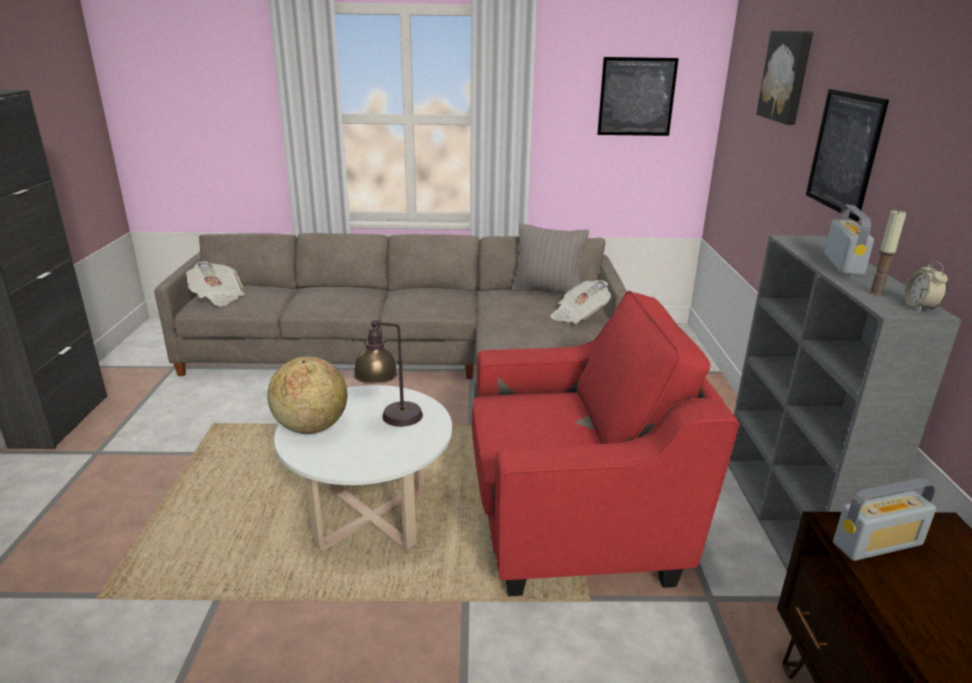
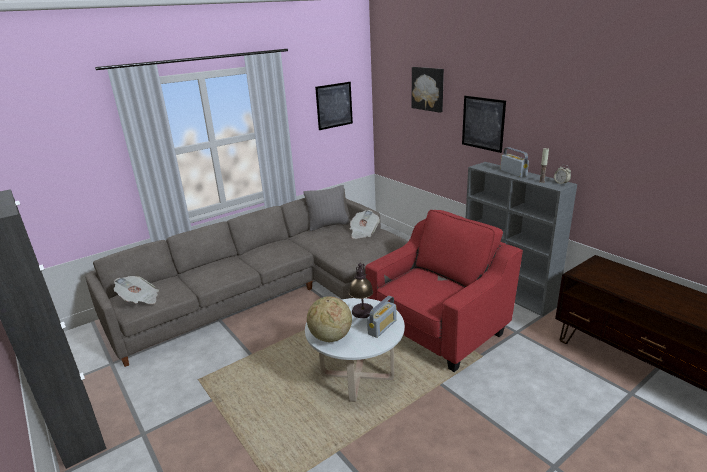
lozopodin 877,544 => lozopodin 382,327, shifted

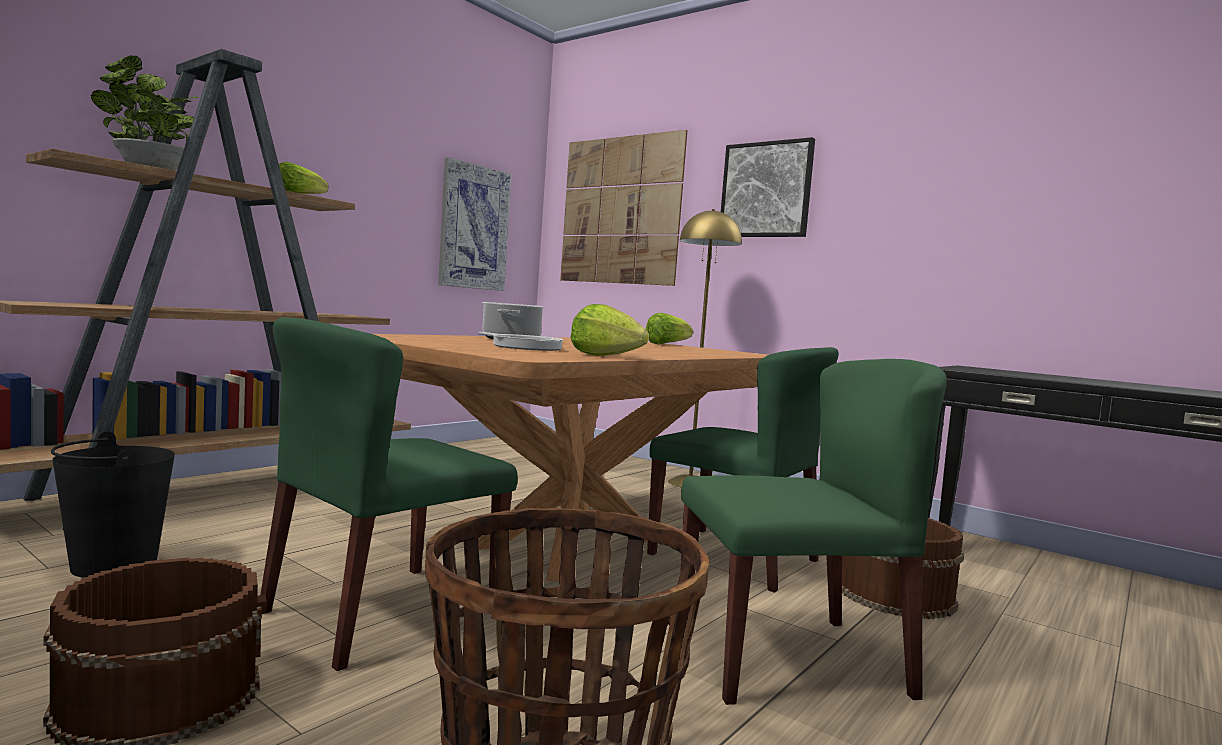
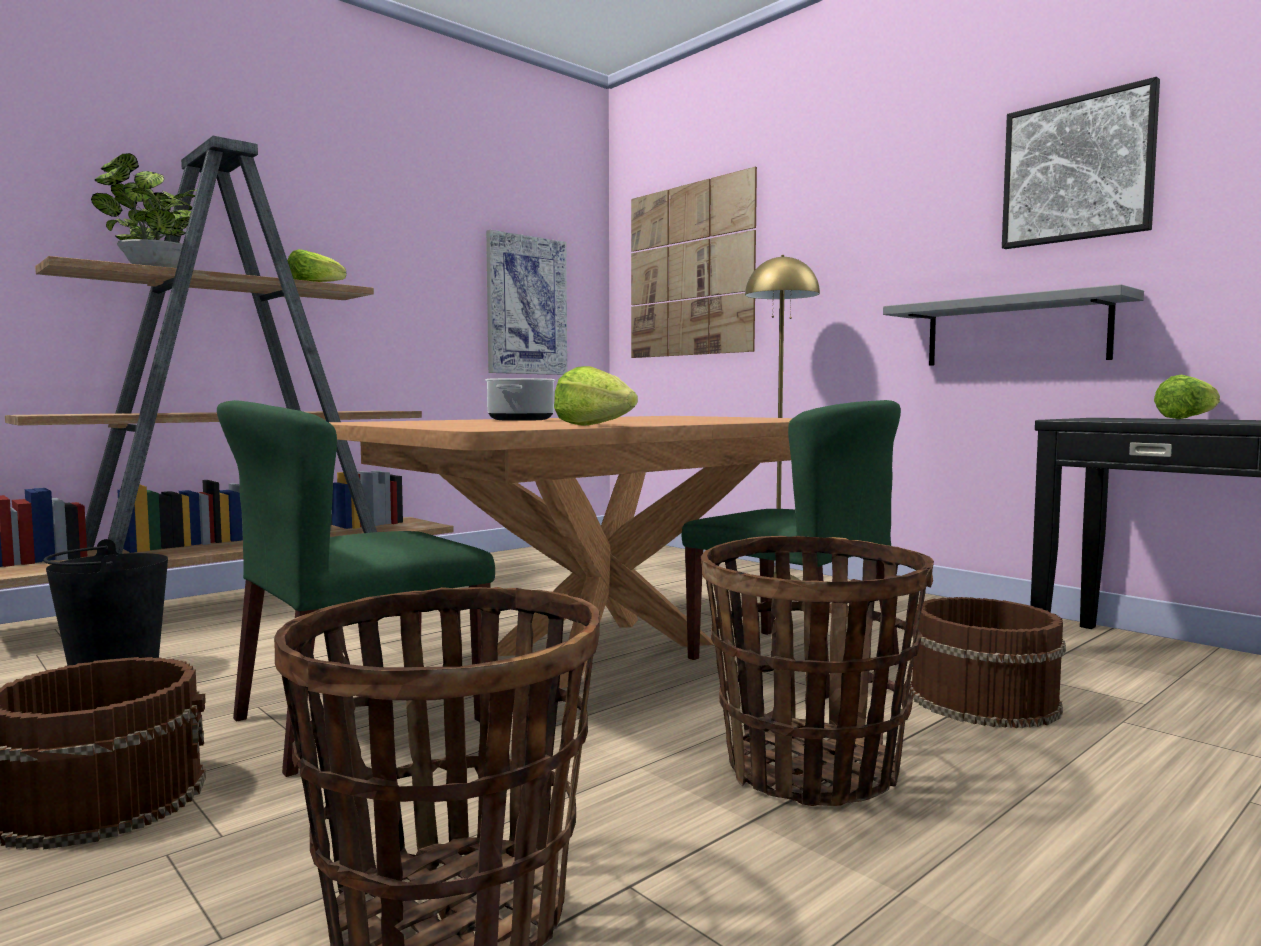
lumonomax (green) 791,658 => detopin 811,770
nothing => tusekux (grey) 1015,332
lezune 766,190 => lezune 1077,170, shifted
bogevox 666,344 => bogevox 1187,419, shifted
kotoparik 524,347 => nothing

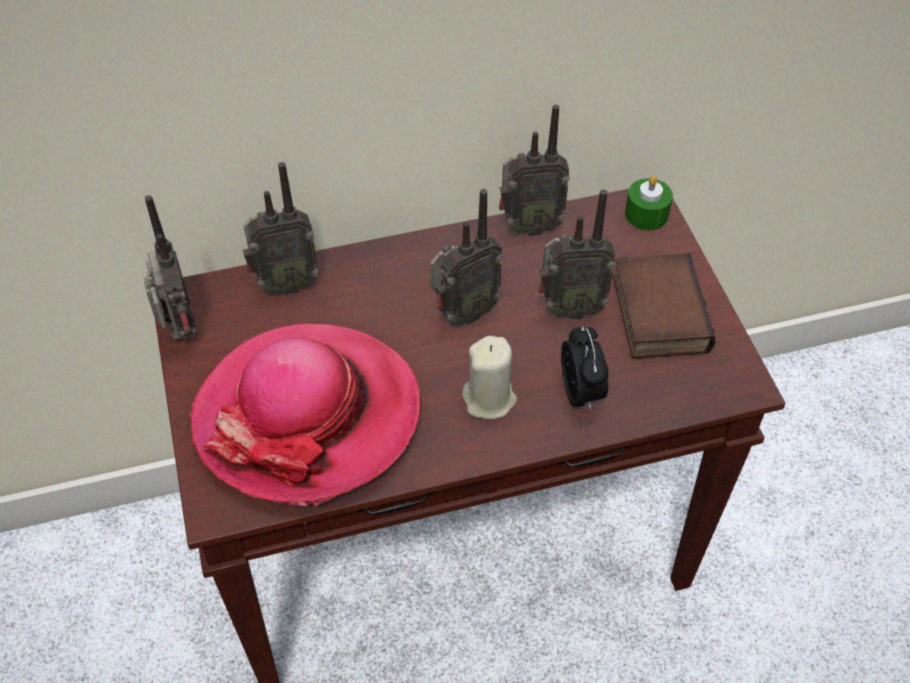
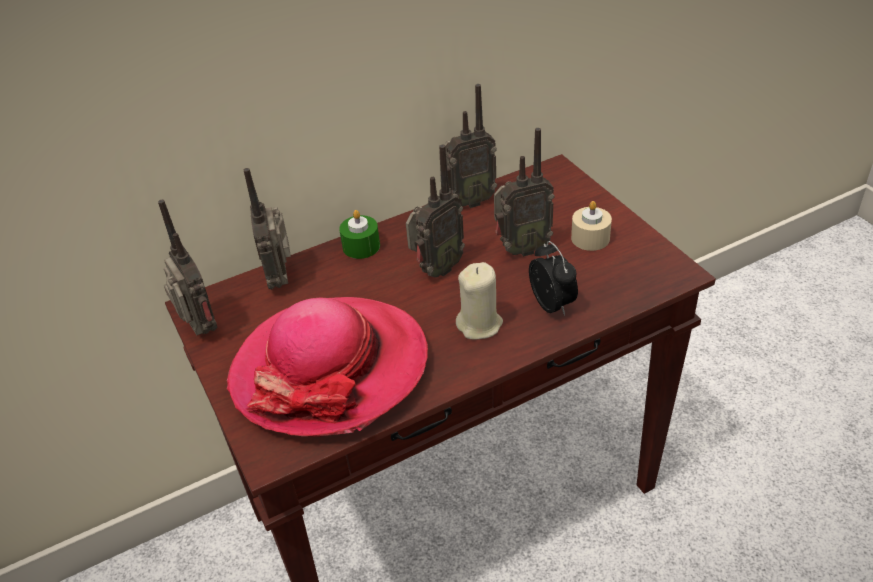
lozopodin 285,283 => lozopodin 281,279, 105 degrees clockwise
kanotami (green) 646,214 => kanotami (green) 361,246, shifted
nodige 656,312 => kanotami (beige) 590,238

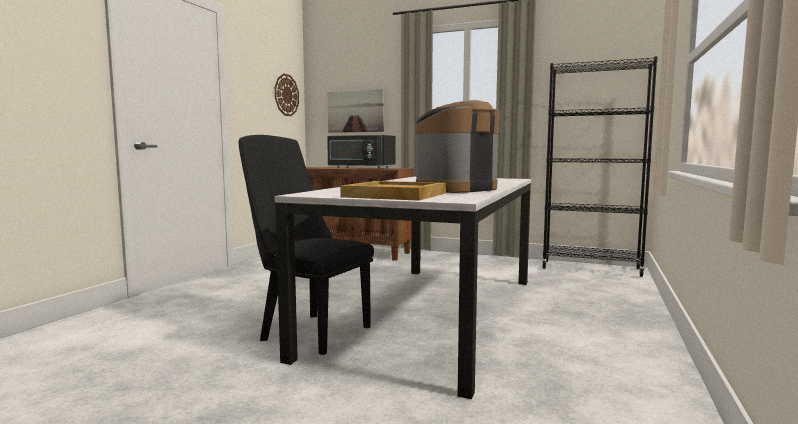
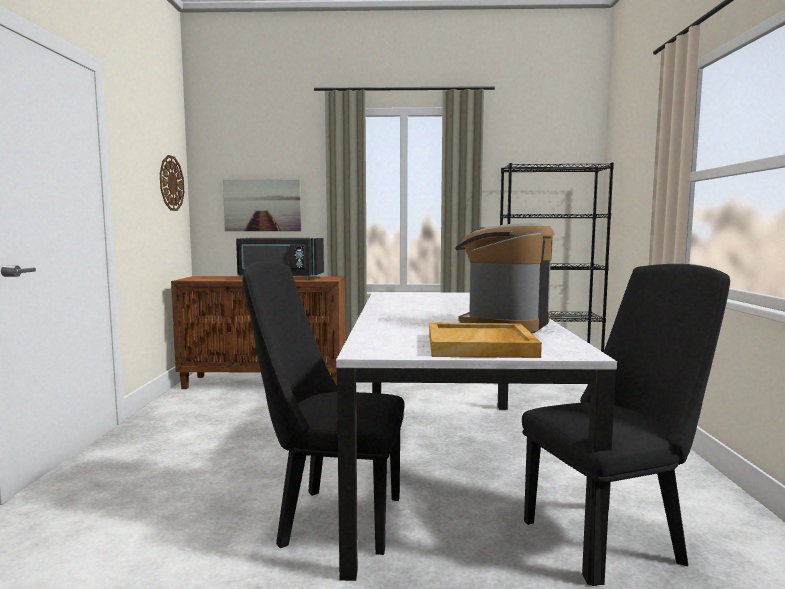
nothing => lumonomax (black) 611,538

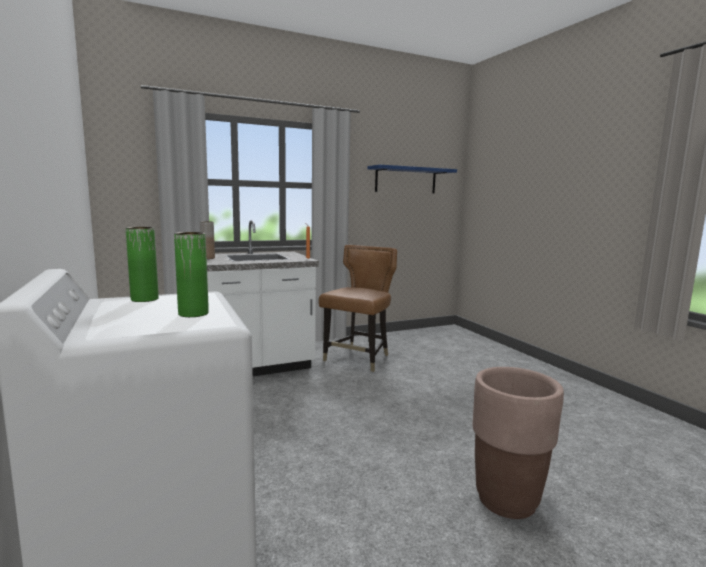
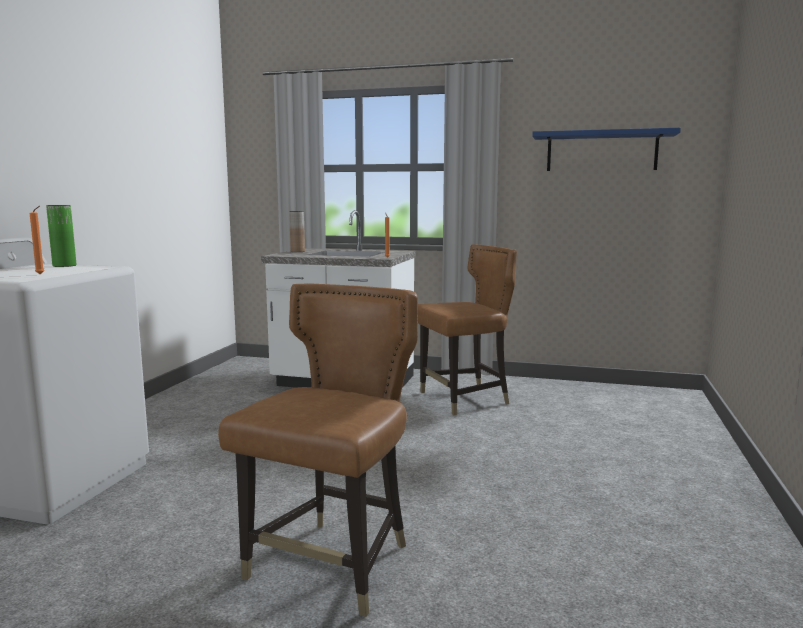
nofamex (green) 193,313 => kanotami (orange) 41,274
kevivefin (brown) 506,500 => lumonomax (brown) 333,565

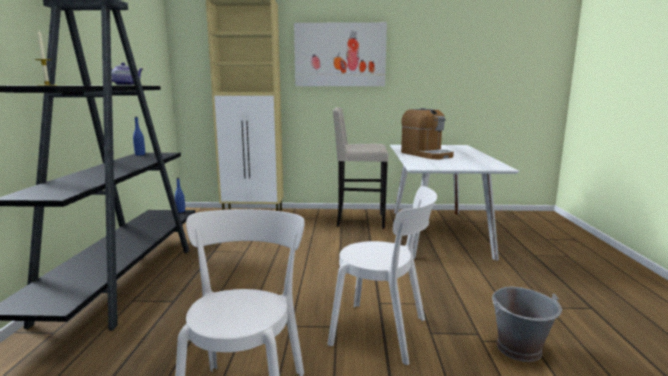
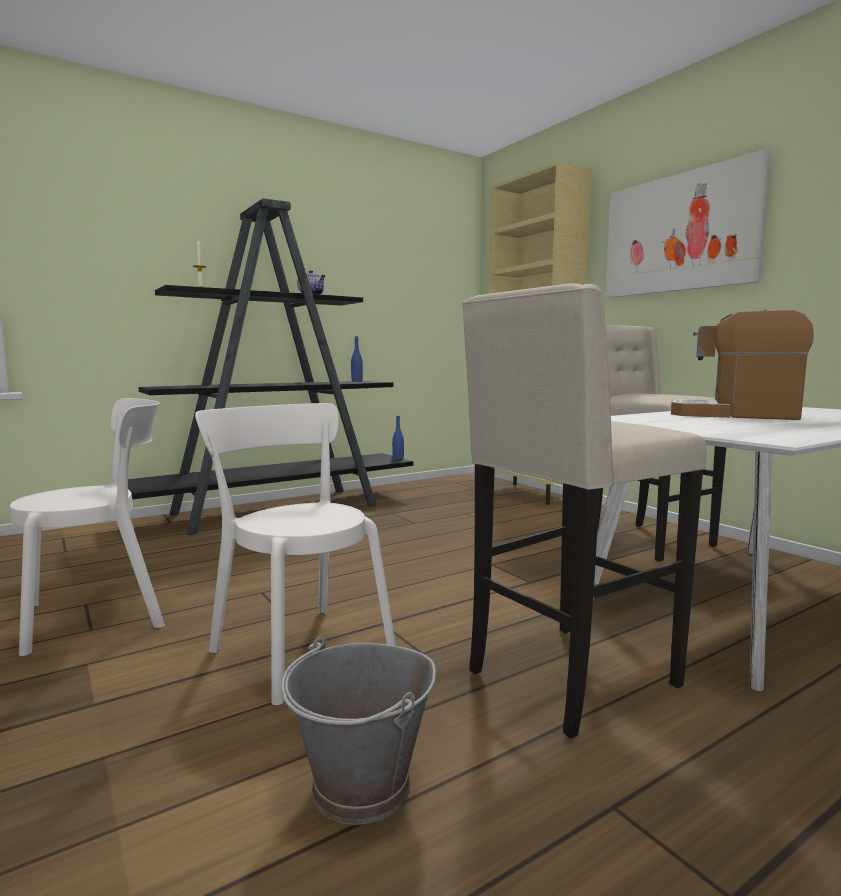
lumonomax (white) 383,332 => lumonomax (white) 298,647, 150 degrees clockwise
nothing => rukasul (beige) 567,679
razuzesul 426,154 => razuzesul 734,415, 90 degrees clockwise

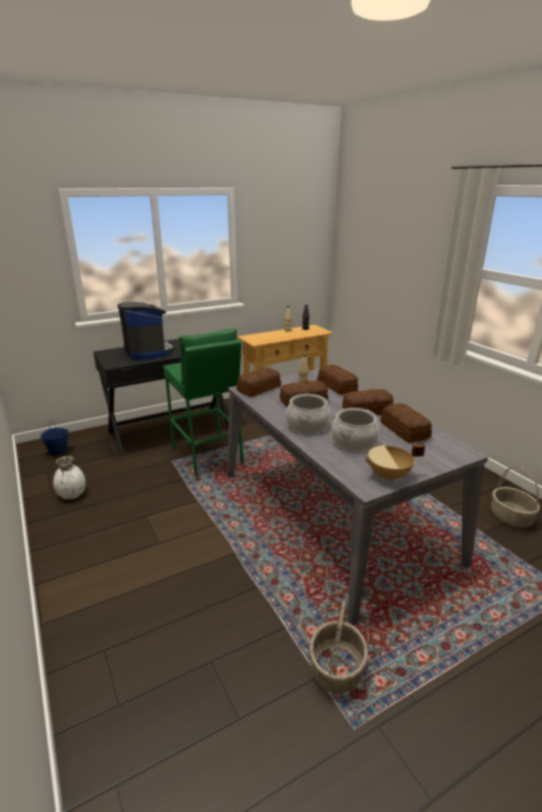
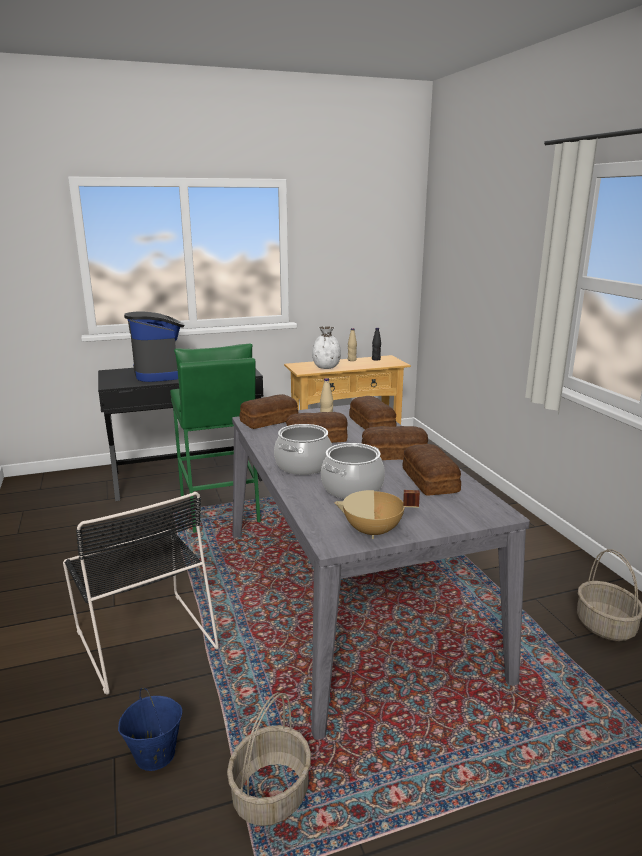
nothing => lumonomax (black) 144,636
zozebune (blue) 58,451 => zozebune (blue) 154,755, shifted
nofamex (white) 72,495 => nofamex (white) 326,367, shifted

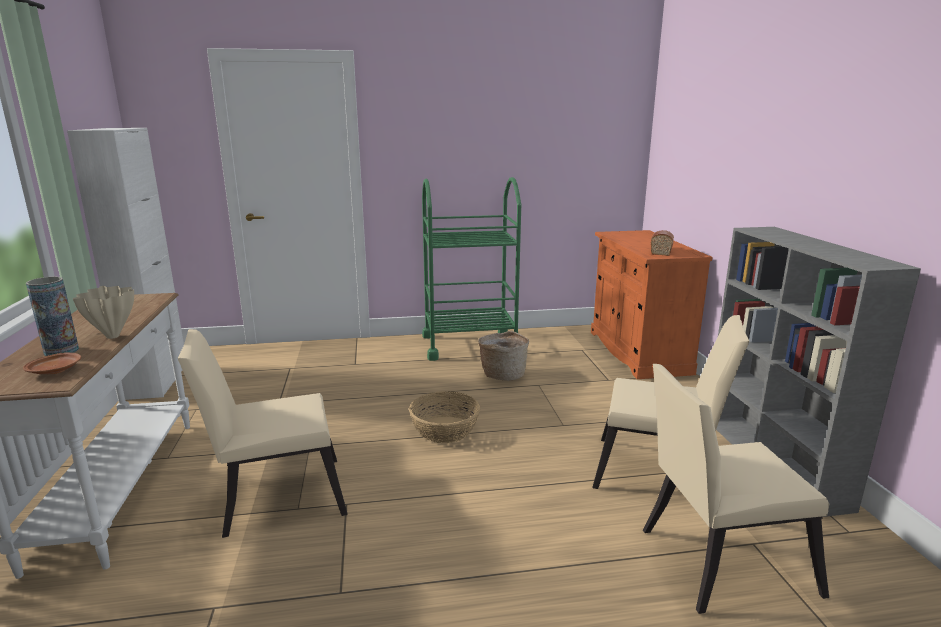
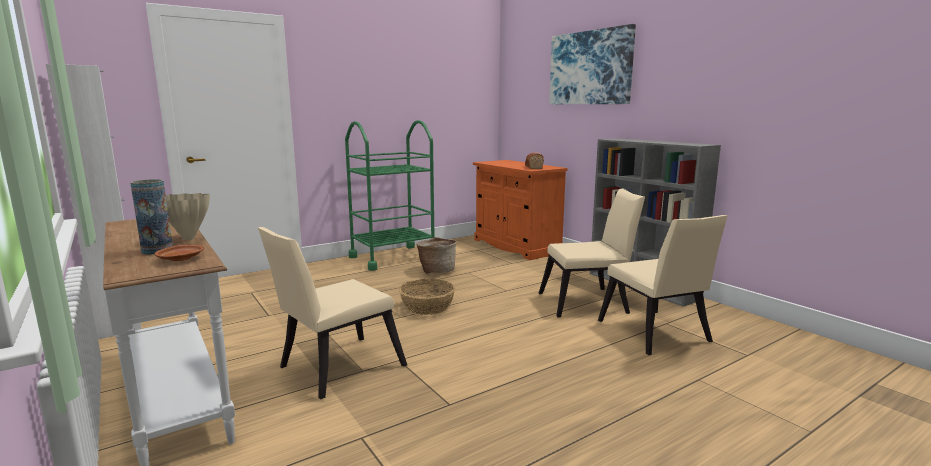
nothing => lezune 590,68
lumonomax (beige) 716,561 => lumonomax (beige) 655,334, 75 degrees counterclockwise

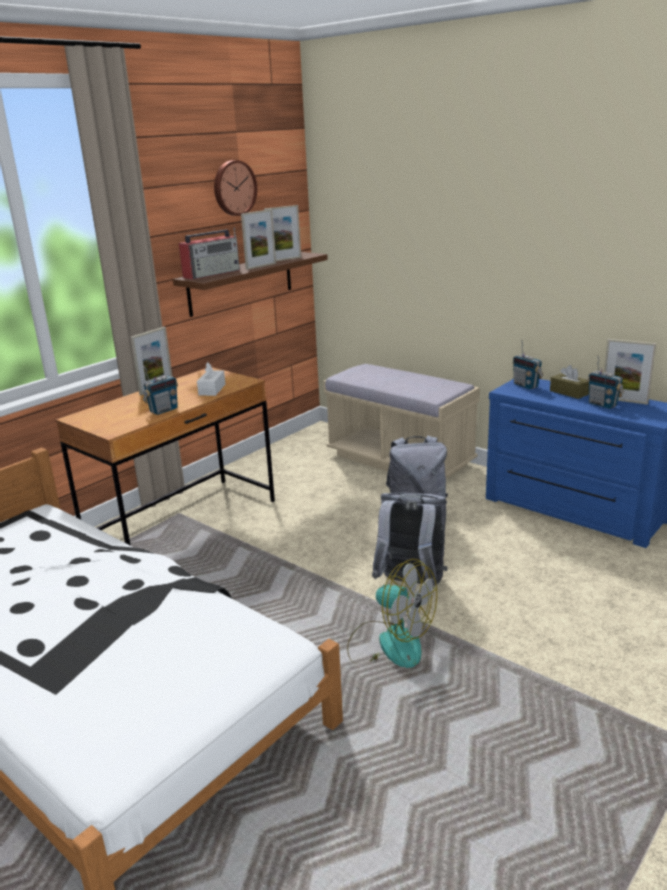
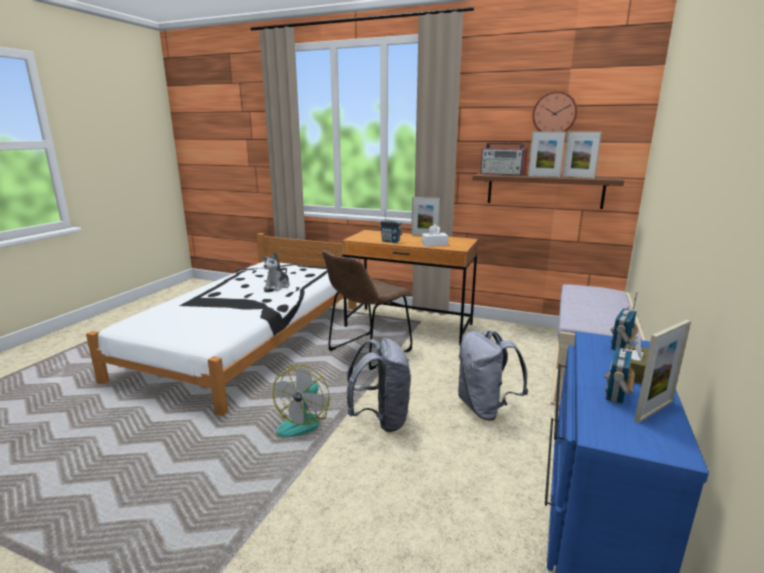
nothing => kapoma 277,286
nothing => lumonomax (brown) 367,352
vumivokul 624,401 => vumivokul 654,411, 135 degrees counterclockwise

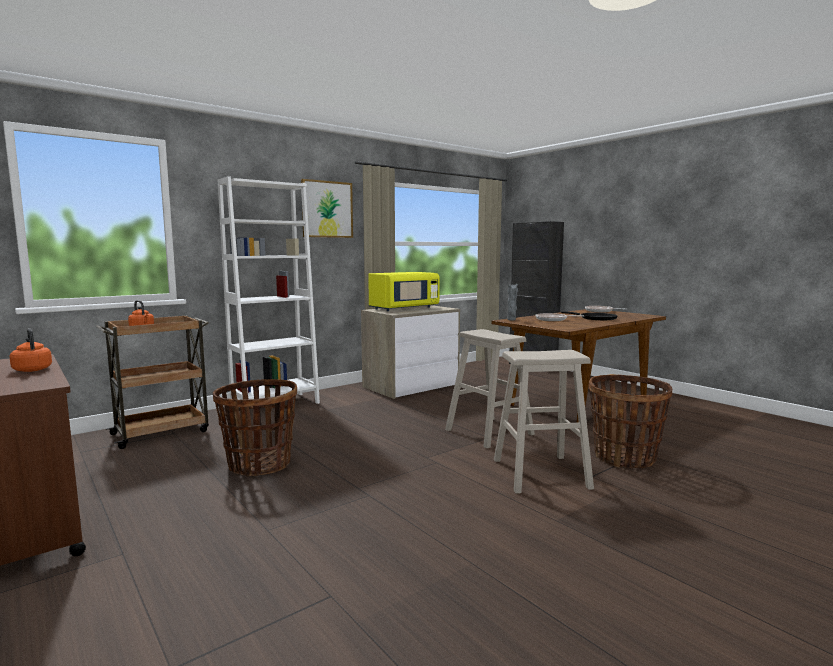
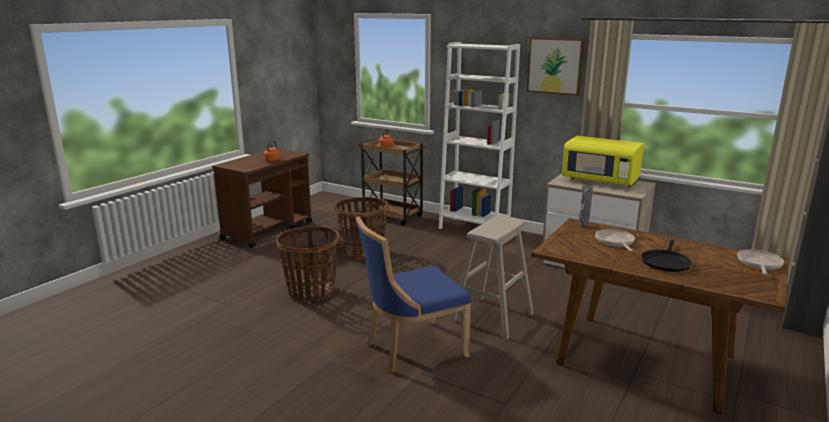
detopin 625,457 => detopin 311,292, shifted
rukasul (beige) 540,473 => lumonomax (blue) 411,349

